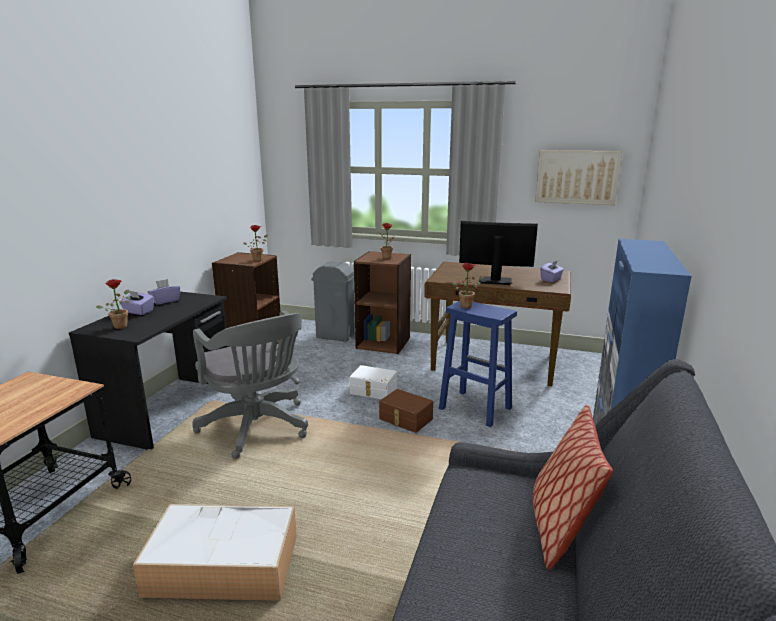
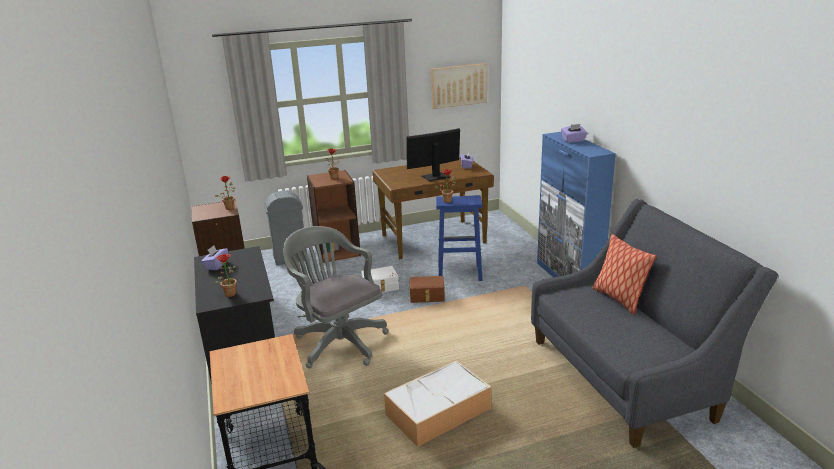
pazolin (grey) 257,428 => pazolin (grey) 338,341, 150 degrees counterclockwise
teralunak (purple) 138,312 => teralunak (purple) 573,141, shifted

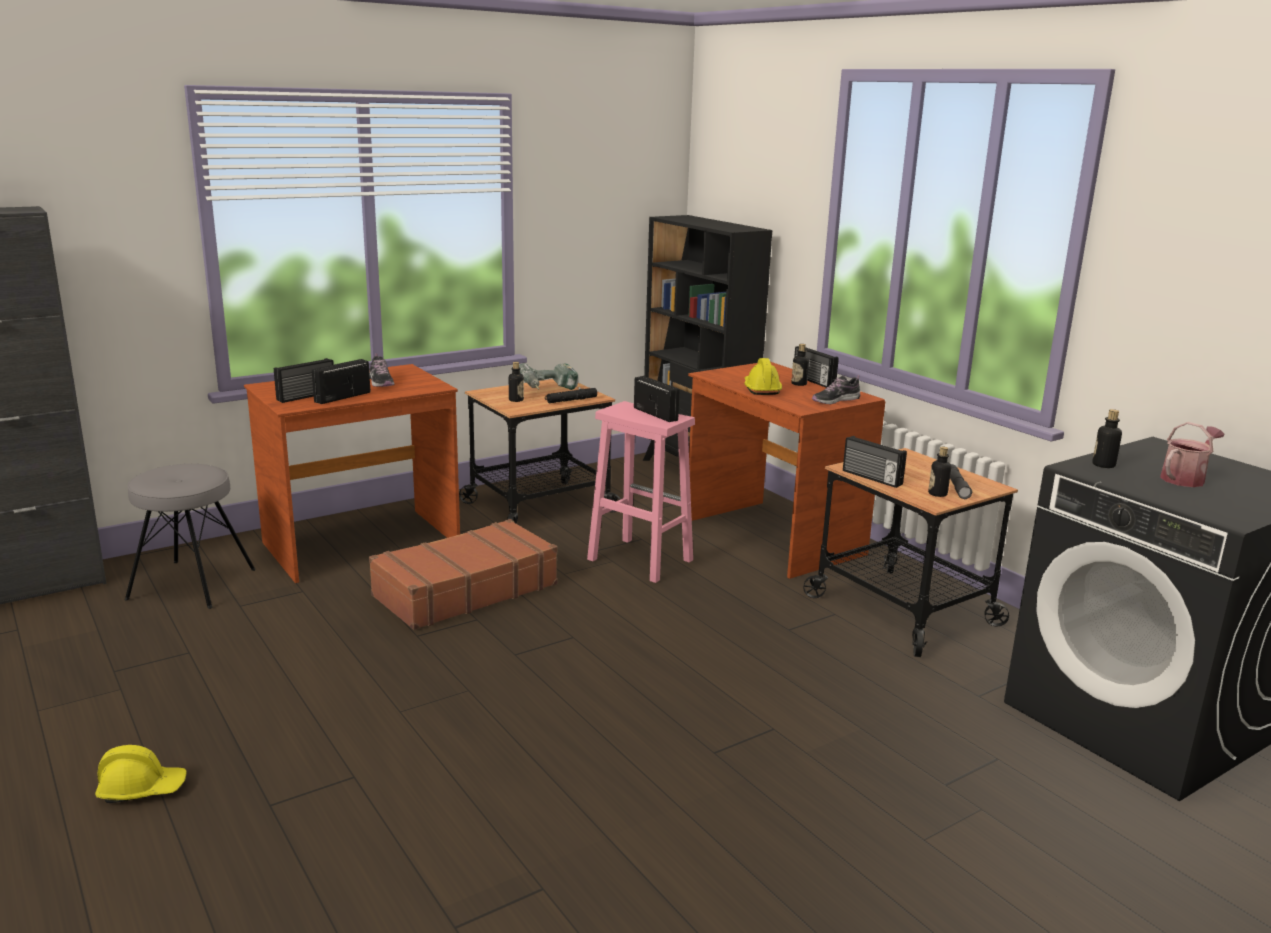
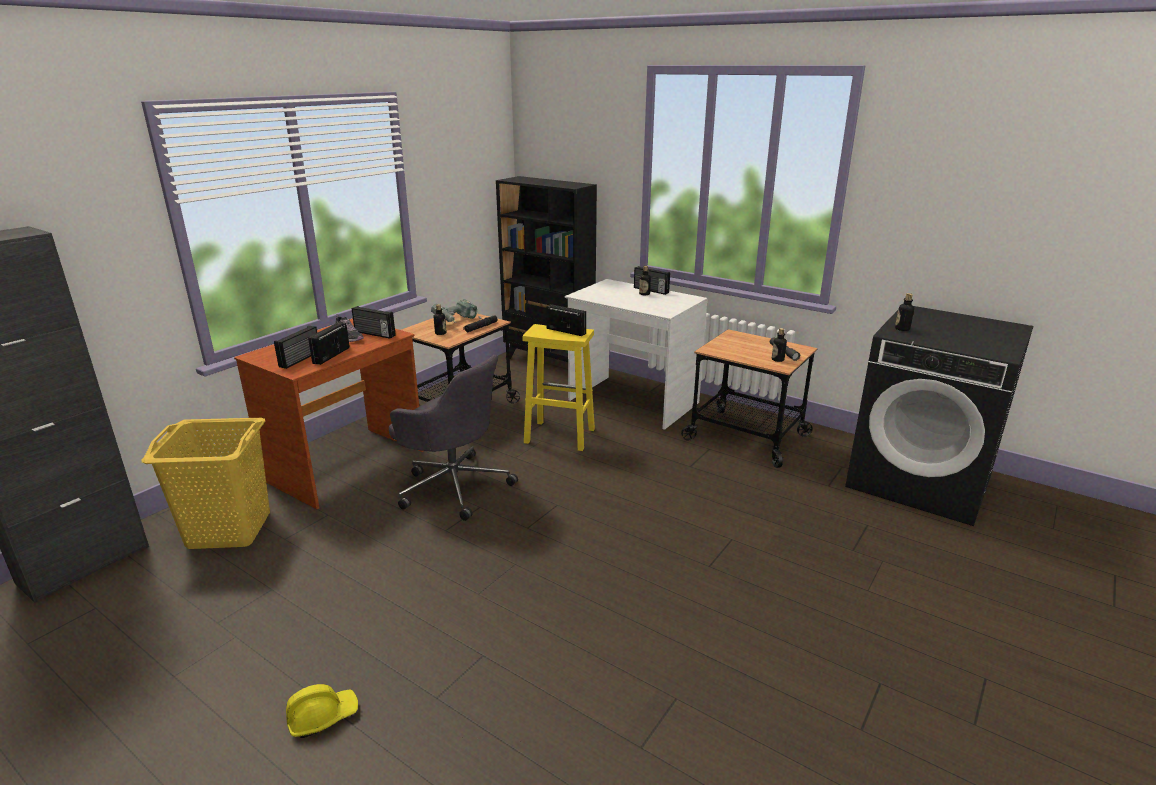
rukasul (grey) 192,584 => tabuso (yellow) 229,529
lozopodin 871,478 => lozopodin 374,334, shifted
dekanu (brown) 464,590 => pazolin (grey) 454,486
rukasul (pink) 638,559 => rukasul (yellow) 558,436
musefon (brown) 771,537 => musefon (white) 632,402
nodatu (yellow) 761,389 => nothing
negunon 835,400 => nothing
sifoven 1185,478 => nothing

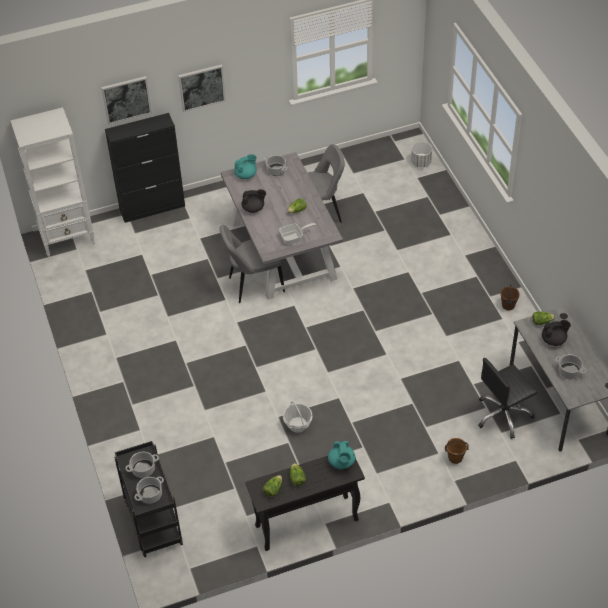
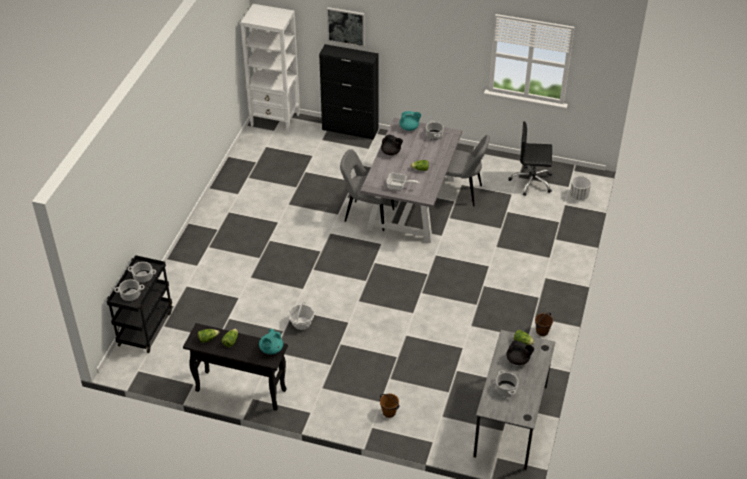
pazolin (black) 503,415 => pazolin (black) 531,182, shifted
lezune 201,87 => nothing

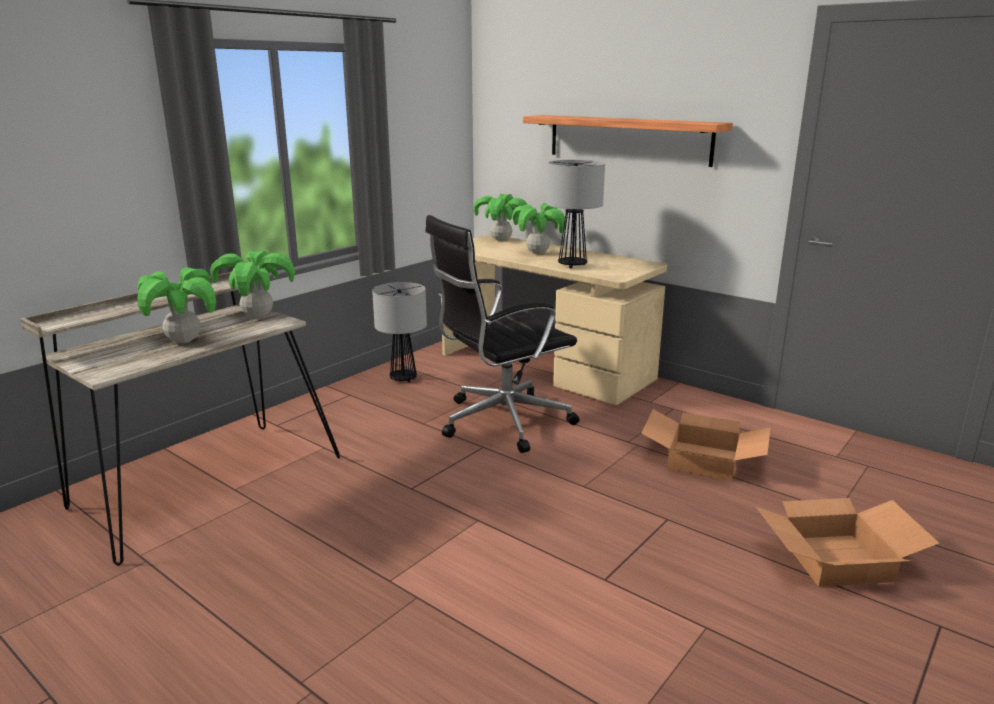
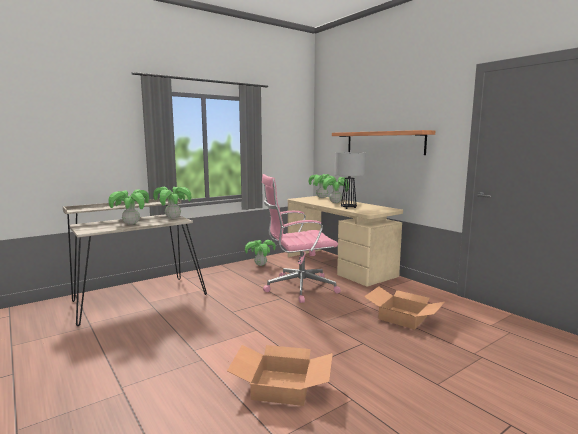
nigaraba 836,561 => nigaraba 280,387, shifted
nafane 403,378 => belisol 260,265
pazolin (black) 501,422 => pazolin (pink) 298,288

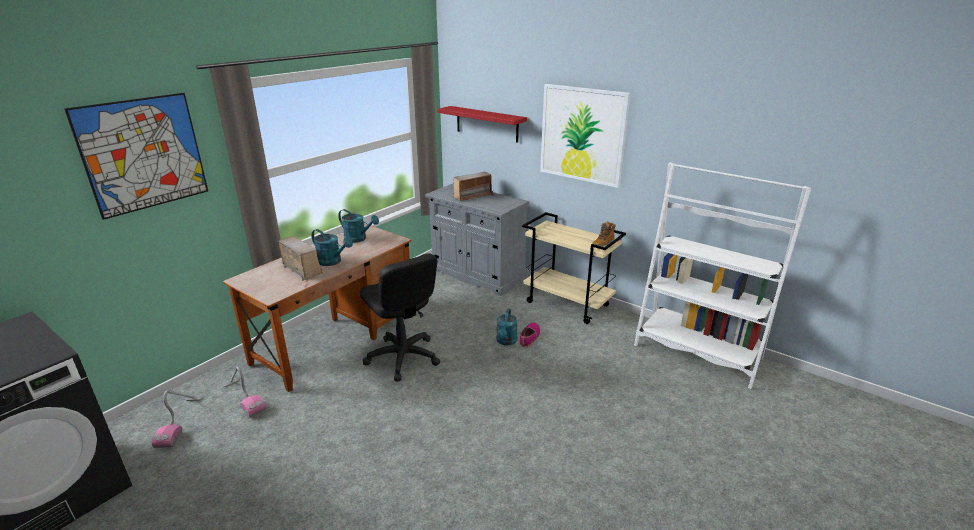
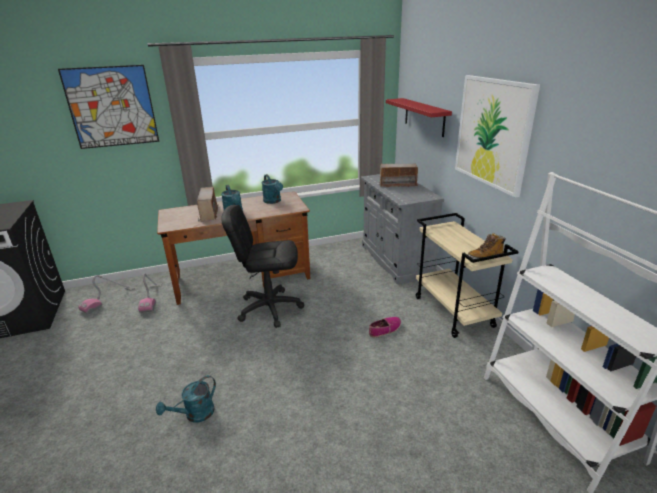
sifoven (turquoise) 506,341 => sifoven (turquoise) 195,415, shifted
pazolin (black) 403,357 => pazolin (black) 269,308, 90 degrees clockwise

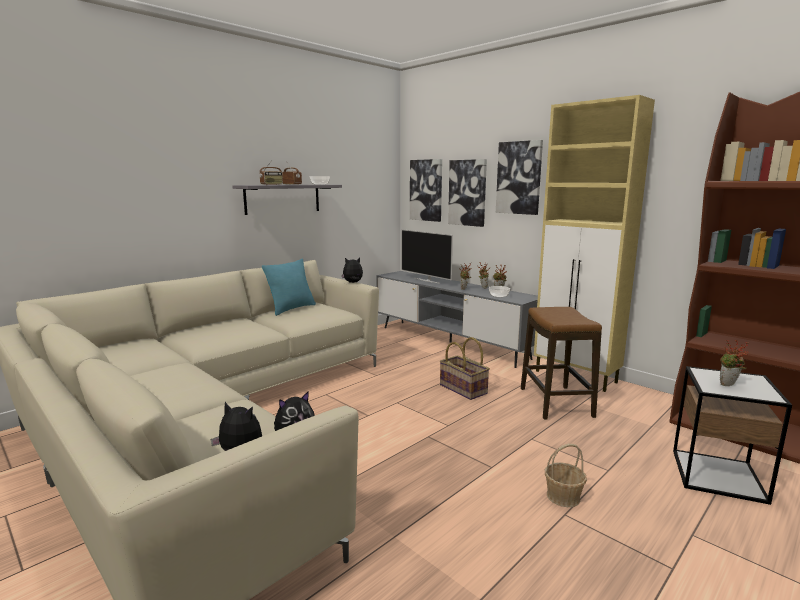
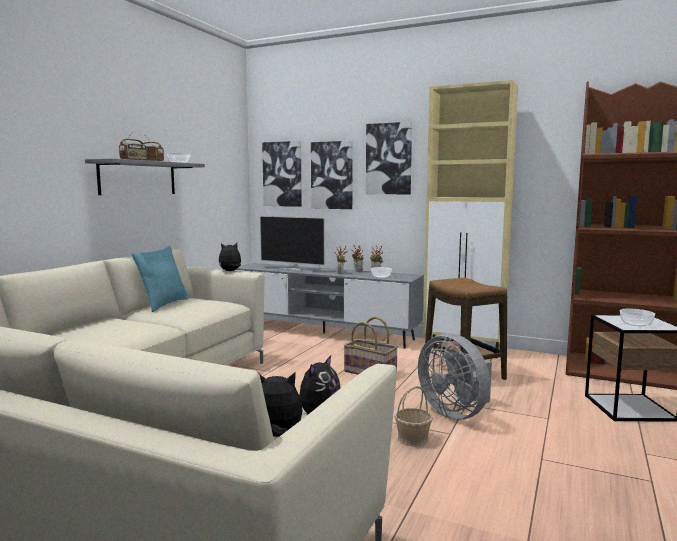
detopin 563,496 => detopin 413,439, shifted
nothing => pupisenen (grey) 455,412
belisol 729,385 => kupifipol 635,323

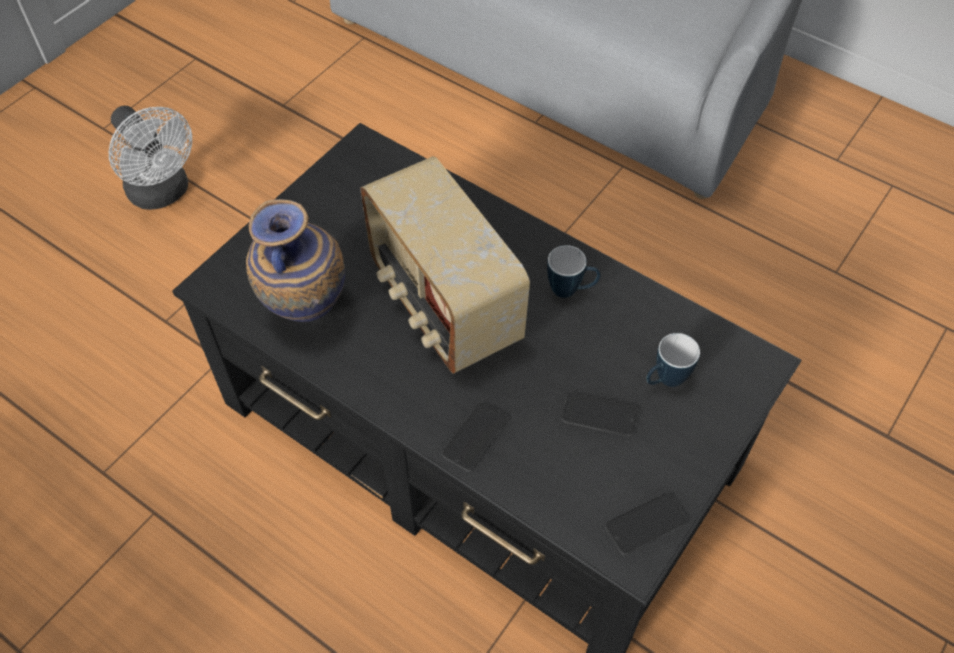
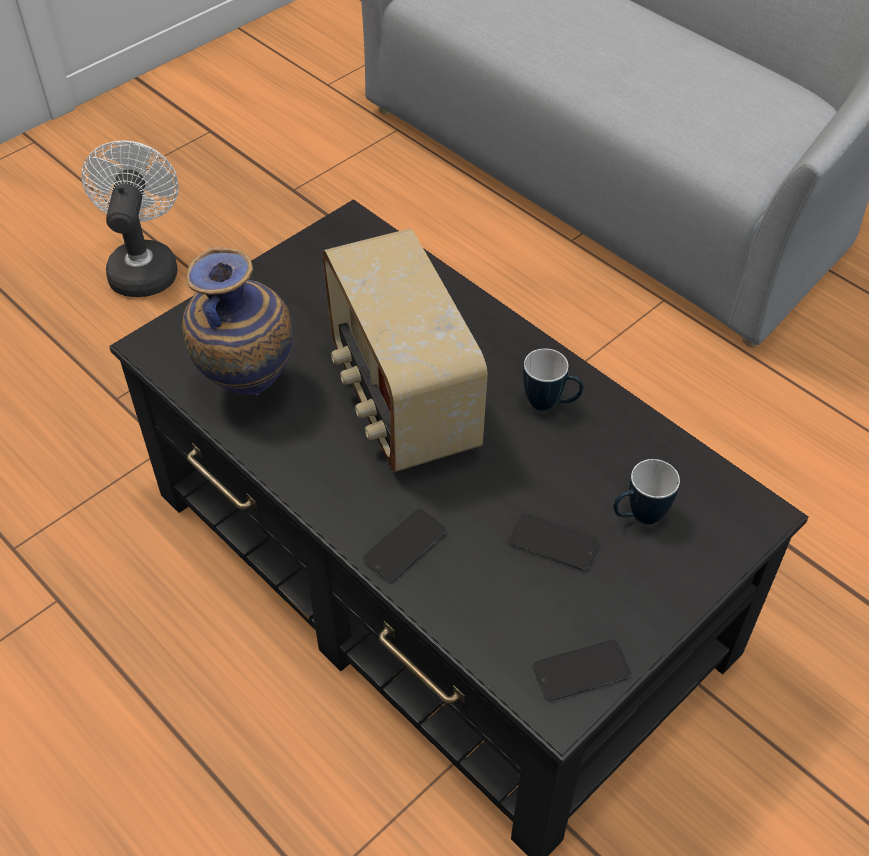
pupisenen (white) 163,193 => pupisenen (white) 144,266, 150 degrees counterclockwise

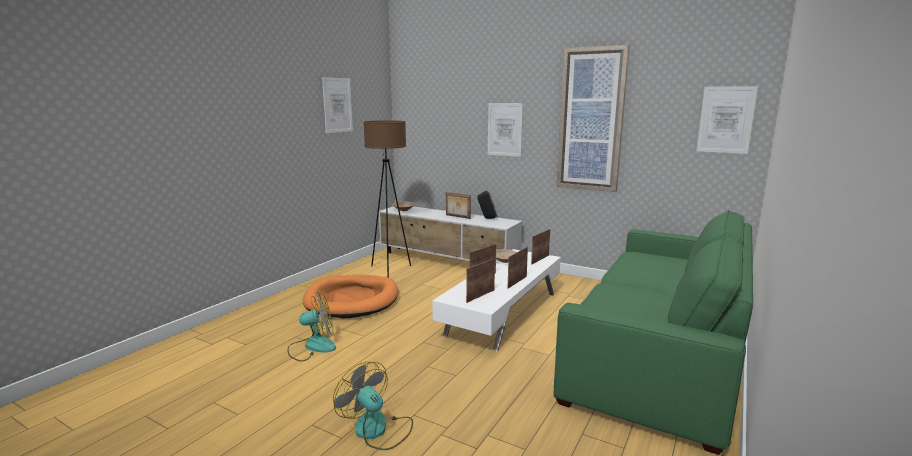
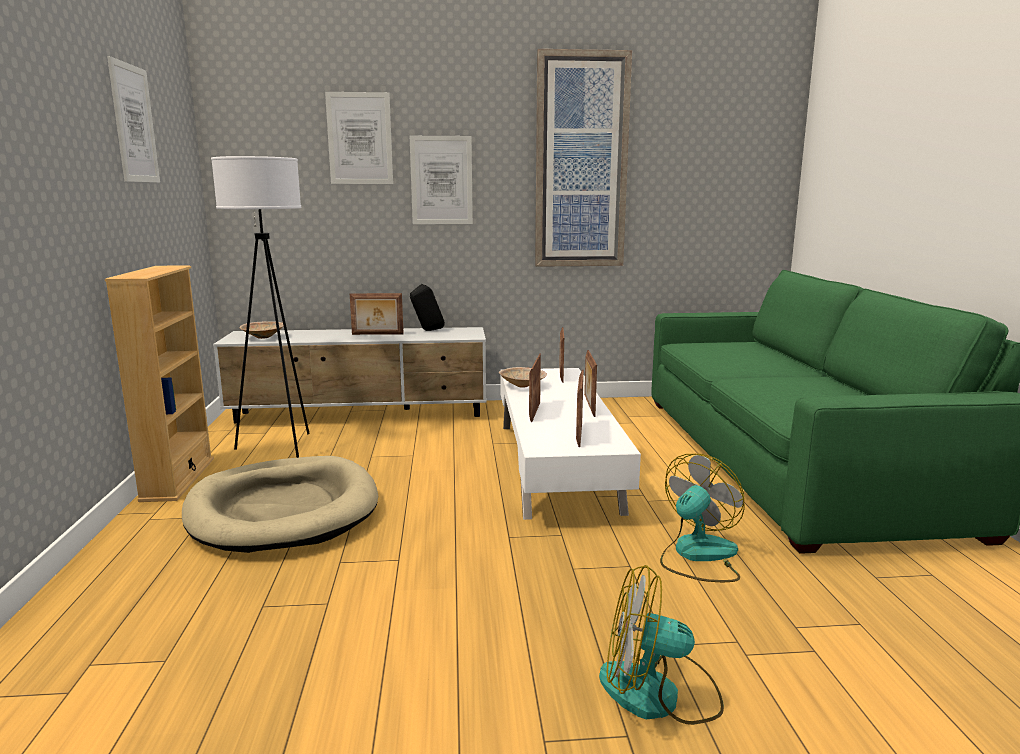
nothing => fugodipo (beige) 178,479
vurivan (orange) 352,300 => vurivan (beige) 283,510
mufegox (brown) 390,270 => mufegox (white) 281,448
lezune 726,119 => lezune 360,138, shifted
pupisenen 312,347 => pupisenen 697,556, shifted

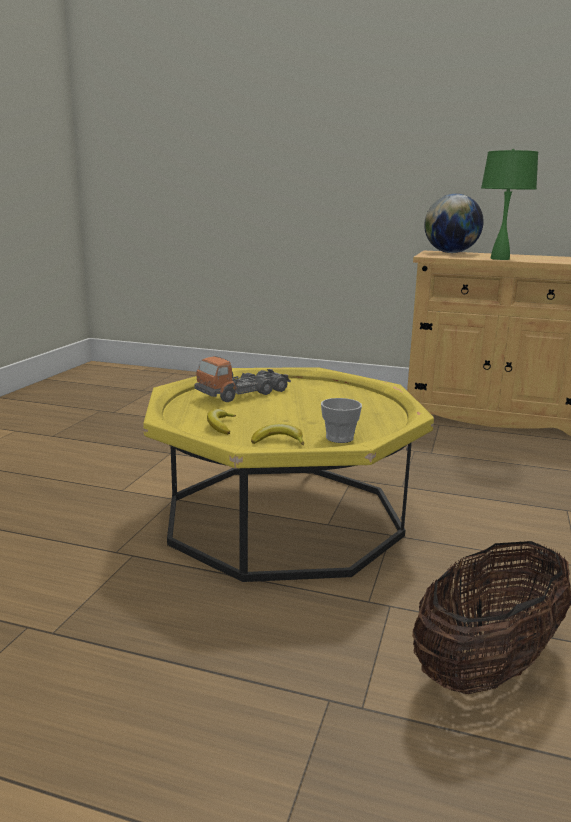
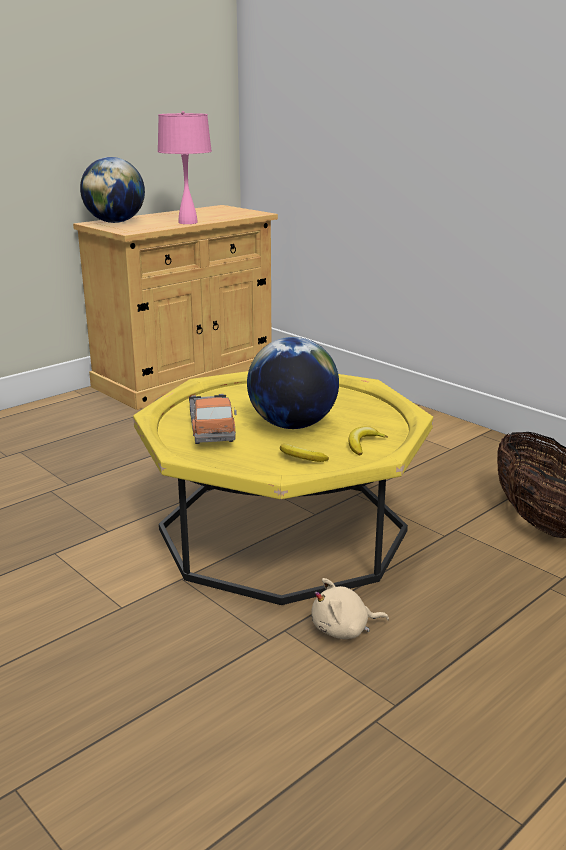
nafane (green) 499,259 => nafane (pink) 187,222
nothing => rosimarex 292,425
nothing => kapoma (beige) 344,630
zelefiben 339,438 => nothing

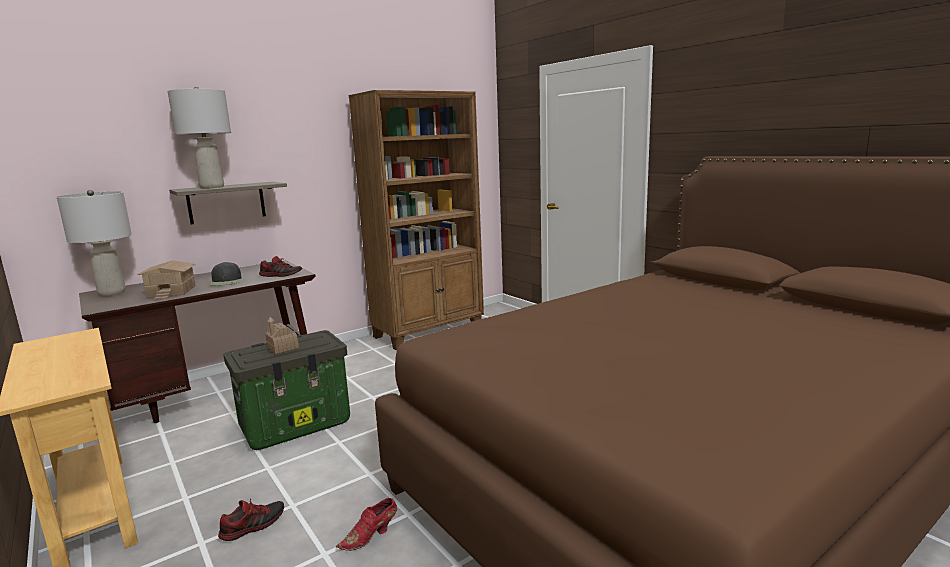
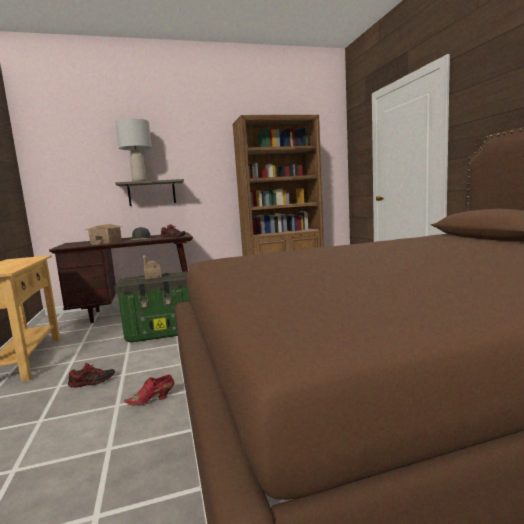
nafane (grey) 112,292 => nothing

